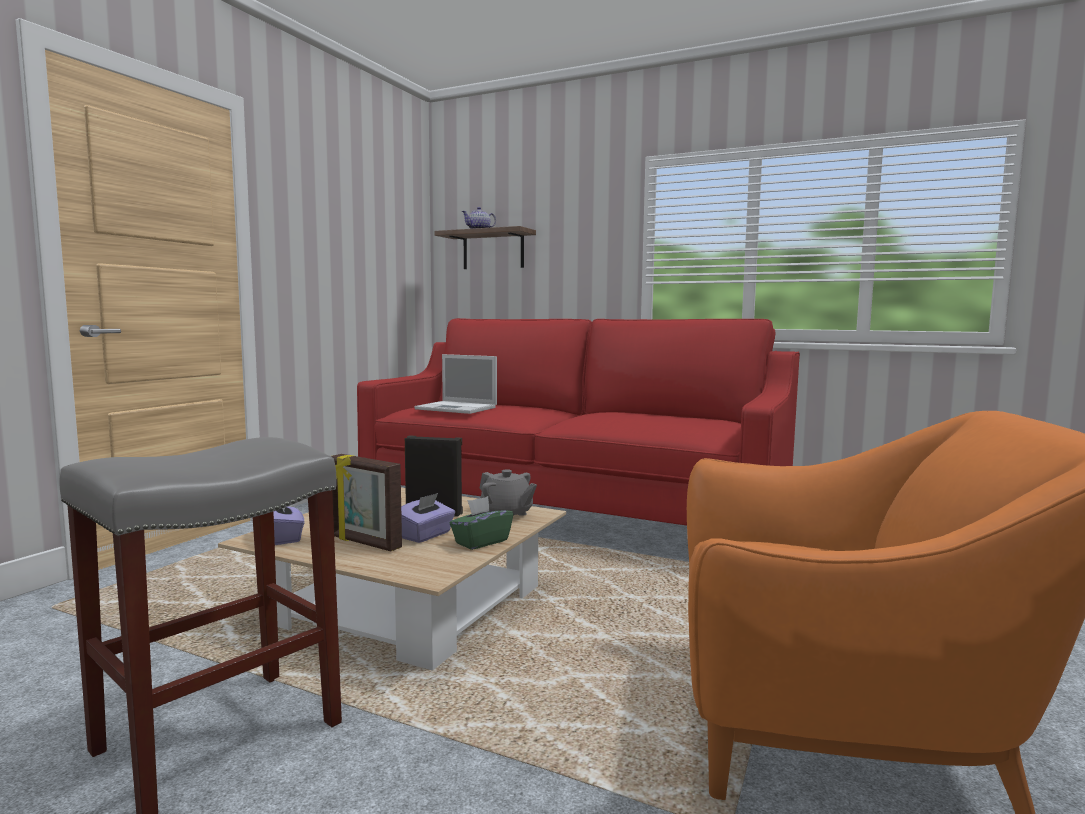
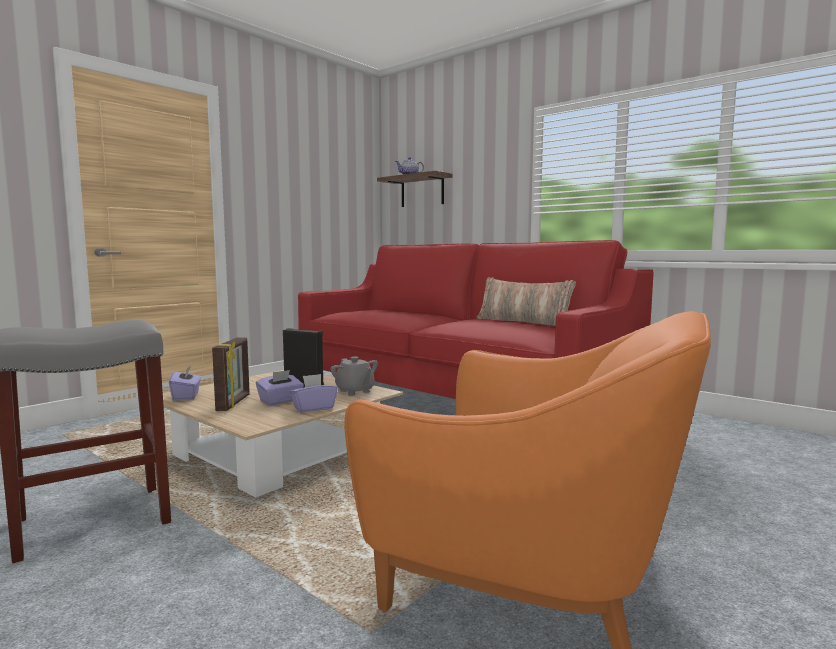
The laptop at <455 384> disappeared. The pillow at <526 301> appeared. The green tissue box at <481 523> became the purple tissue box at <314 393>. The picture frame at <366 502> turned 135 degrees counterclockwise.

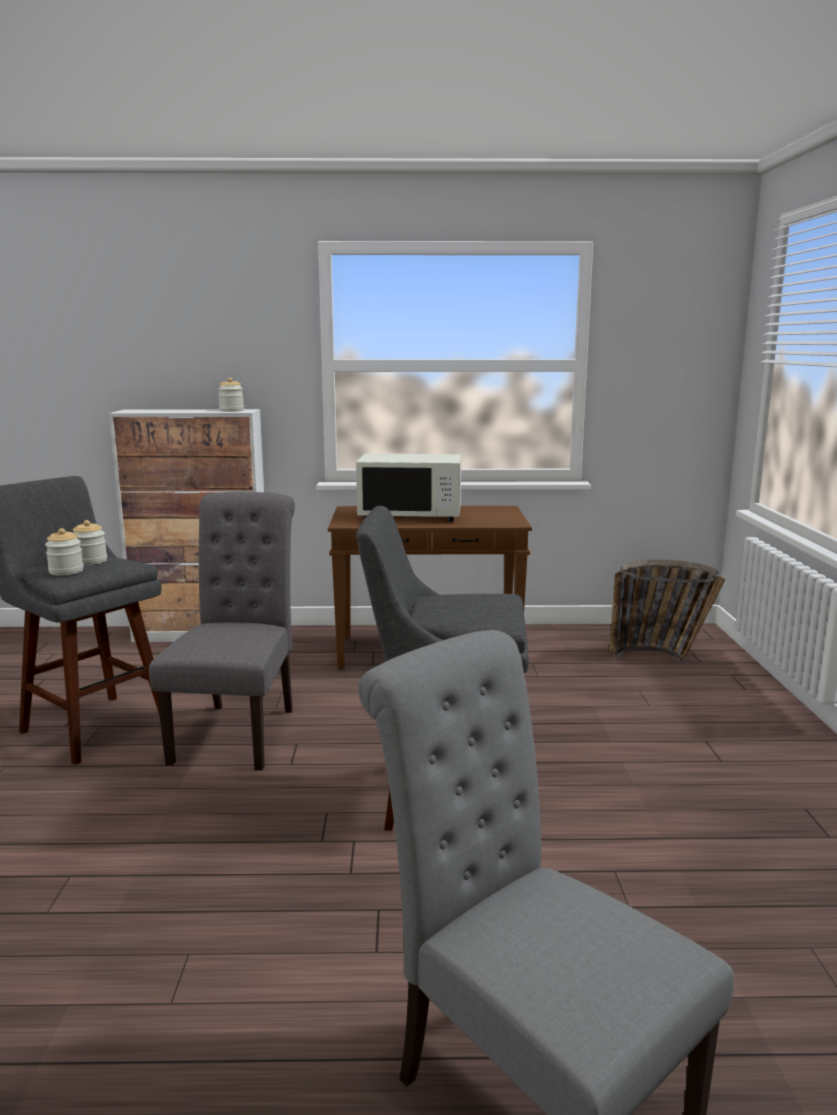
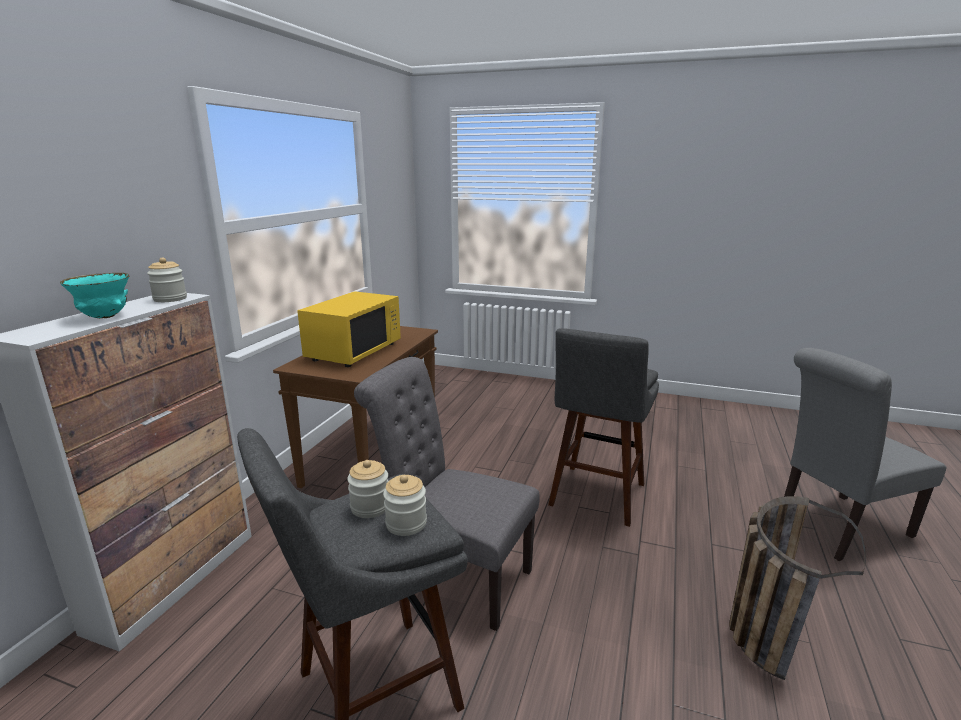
The turquoise bowl at <94 295> appeared. The basket moved from <667 611> to <797 588>. The white microwave at <408 487> became the yellow microwave at <349 329>.

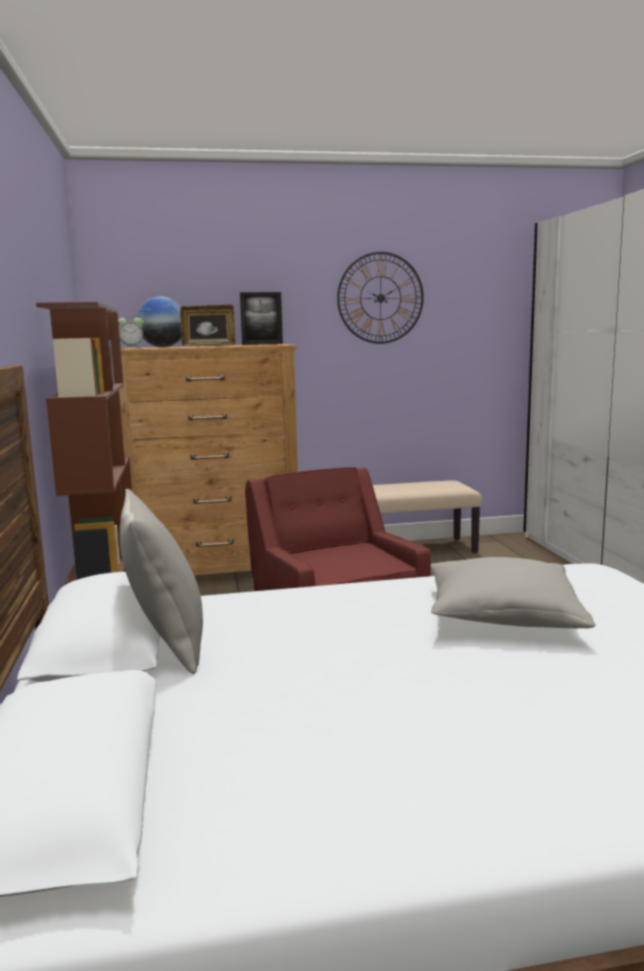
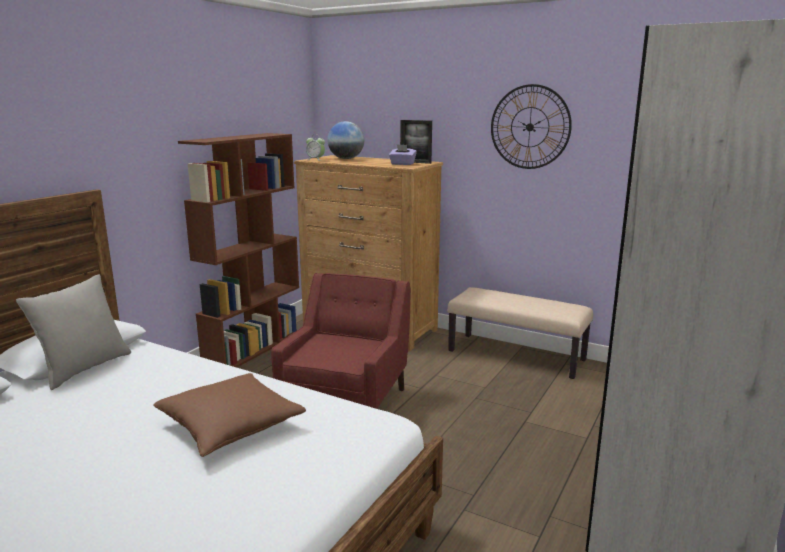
The picture frame at <208 326> disappeared. The purple tissue box at <403 154> appeared. The grey pillow at <512 592> became the brown pillow at <229 415>.

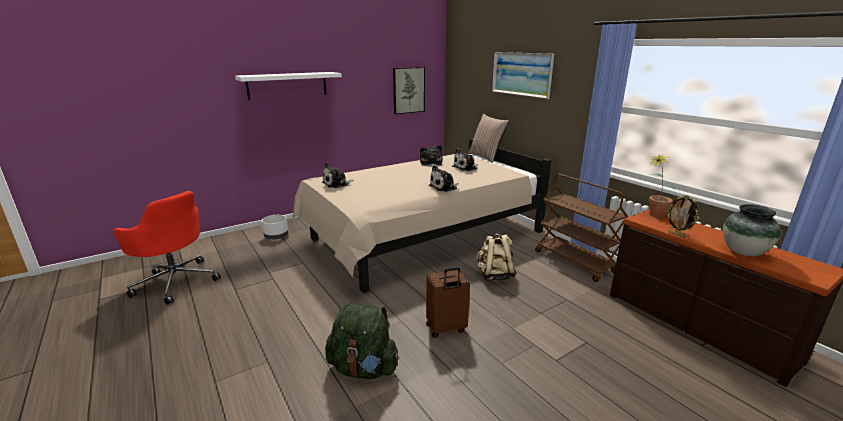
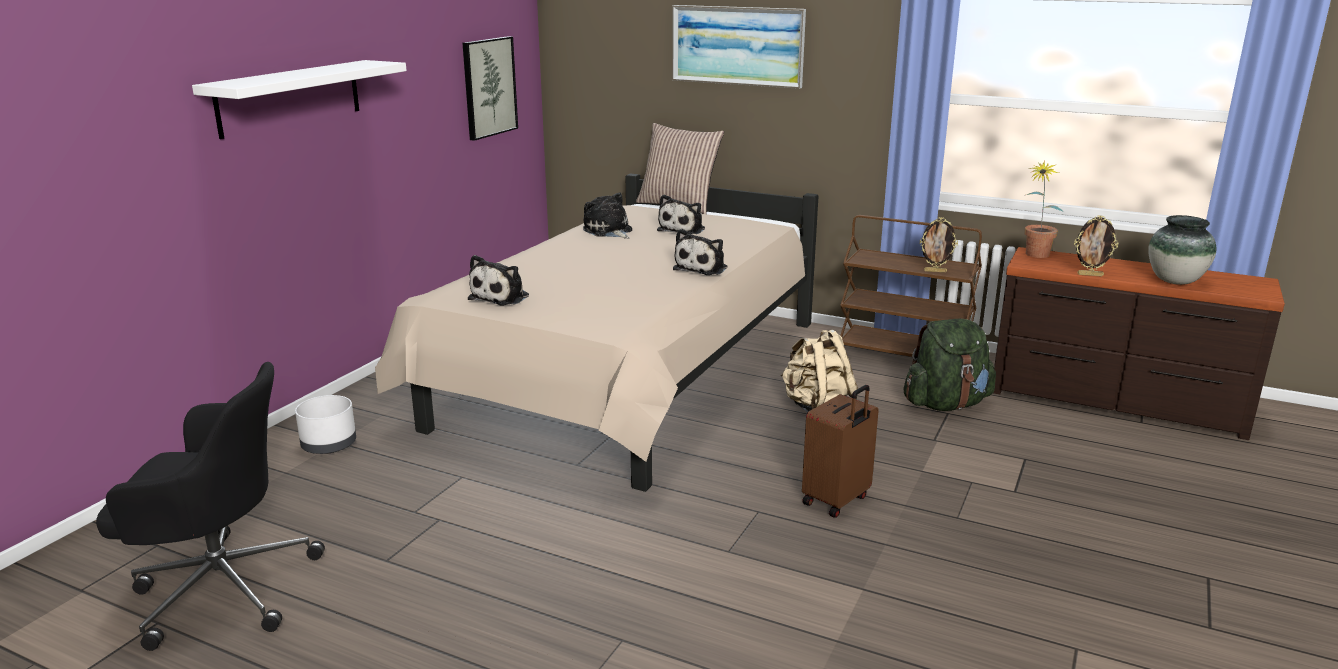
The picture frame at <938 245> appeared. The green backpack moved from <362 341> to <949 365>. The red office chair at <167 248> became the black office chair at <210 506>.

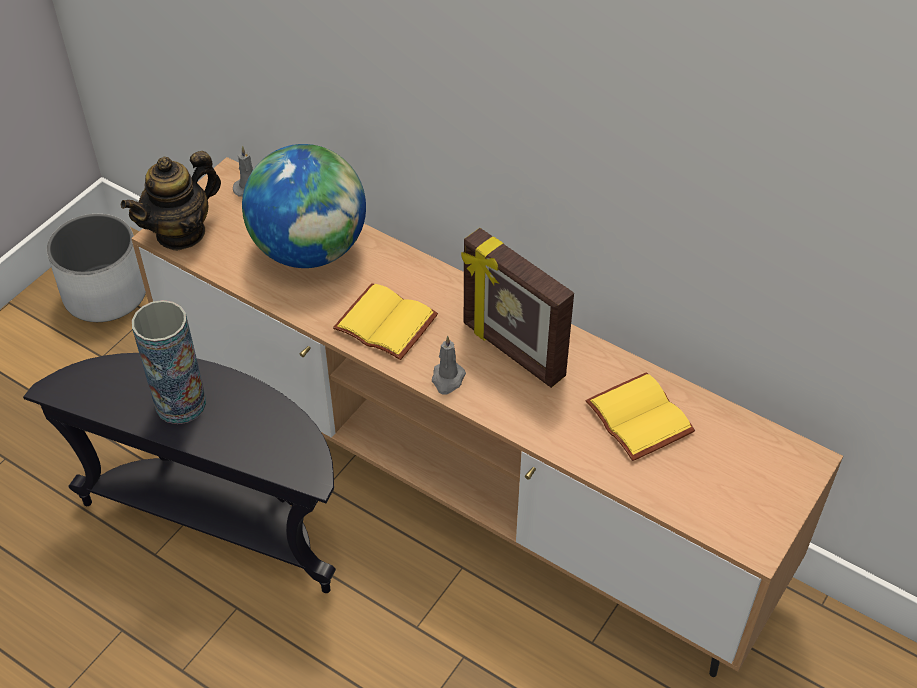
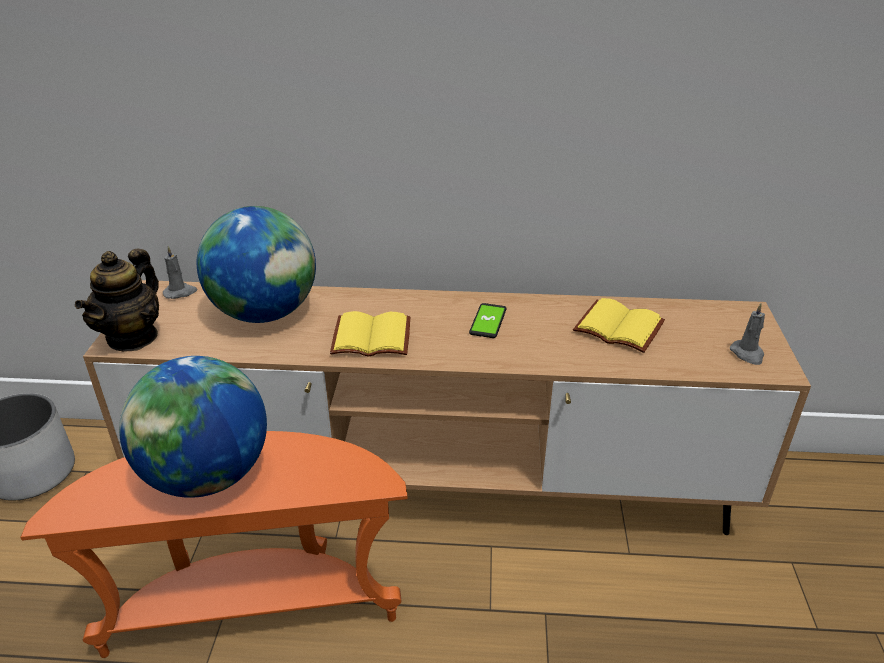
The grey candle moved from <449 365> to <747 334>. The vase at <169 362> was replaced by the globe at <193 427>. The picture frame at <517 308> was replaced by the phone at <487 320>. The black side table at <179 473> became the orange side table at <214 544>.

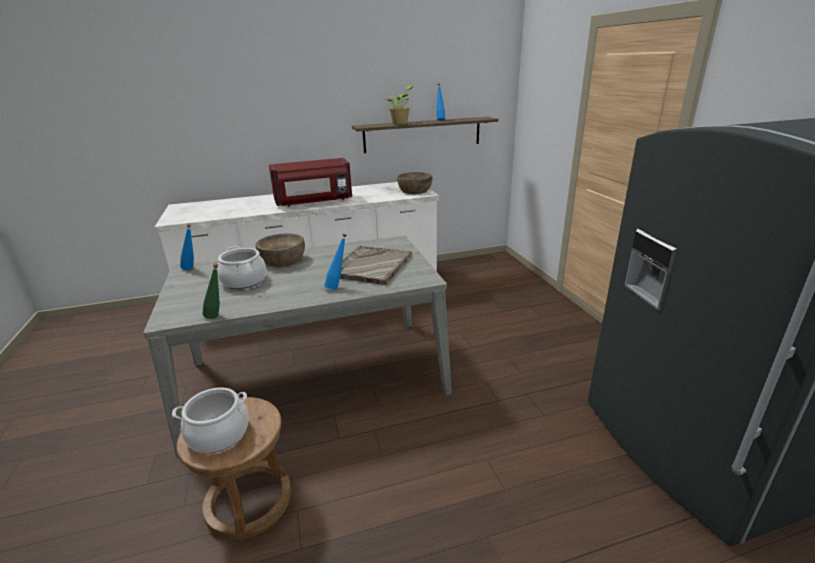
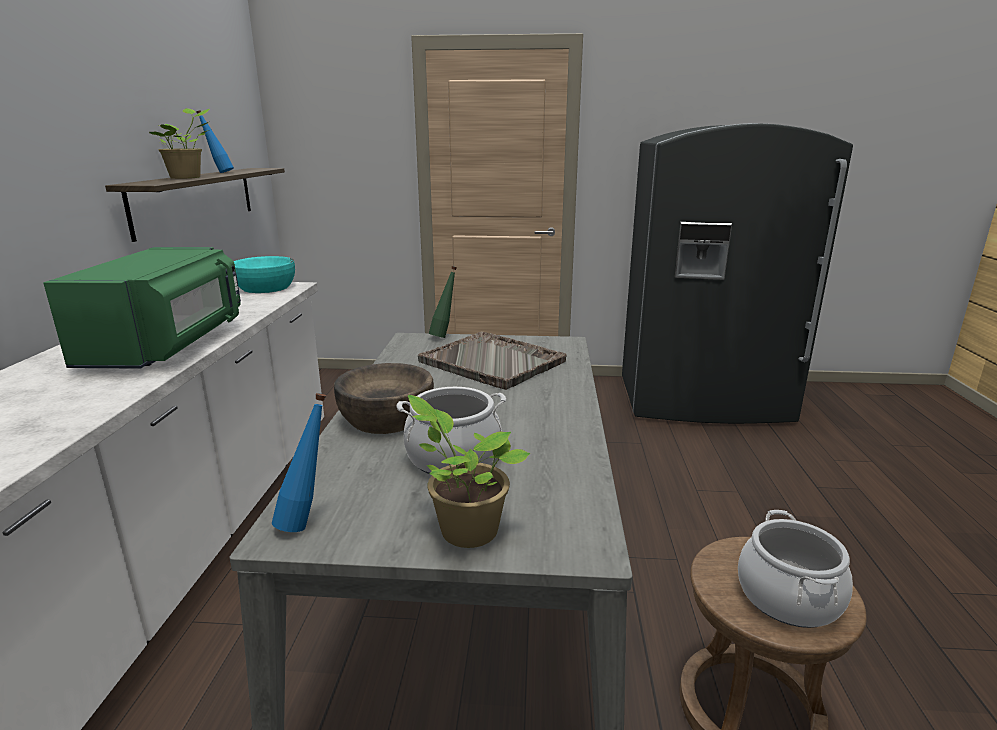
The blue bottle at <335 262> disappeared. The potted plant at <469 471> appeared. The green bottle moved from <211 291> to <443 302>. The red microwave at <310 182> became the green microwave at <142 308>. The brown bowl at <414 183> became the turquoise bowl at <264 274>.

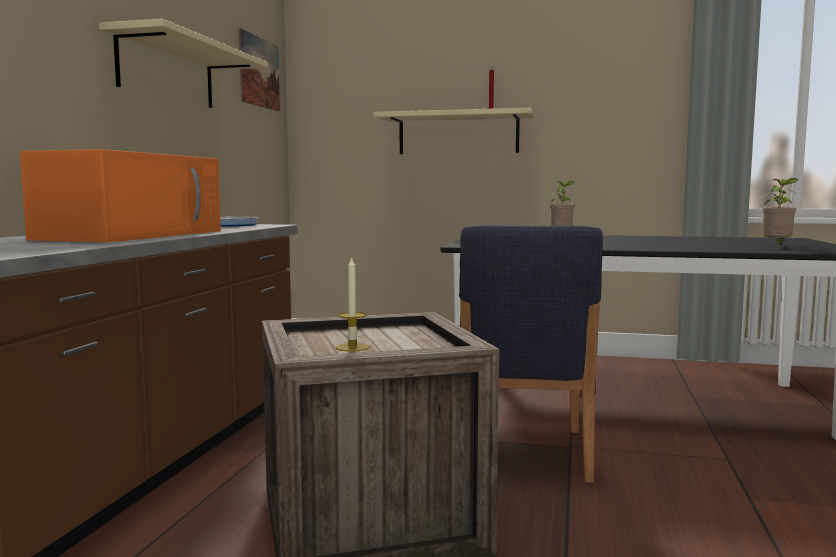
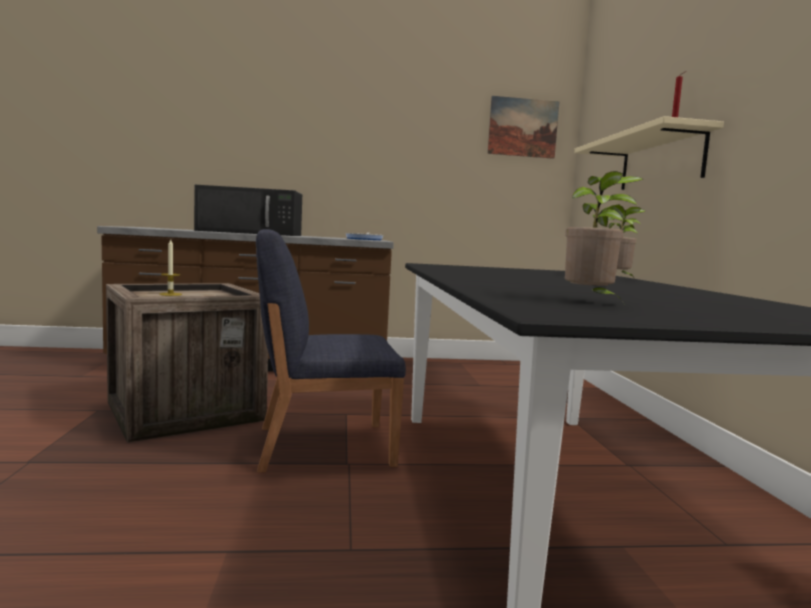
The beige shelf at <183 63> disappeared. The orange microwave at <120 195> became the black microwave at <248 210>.

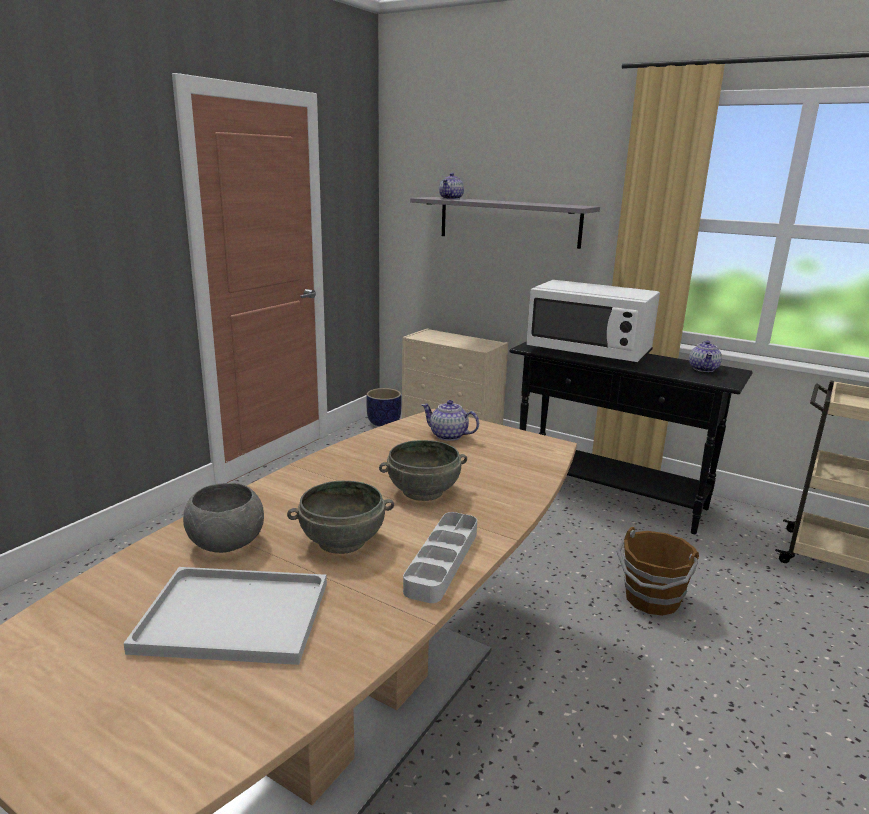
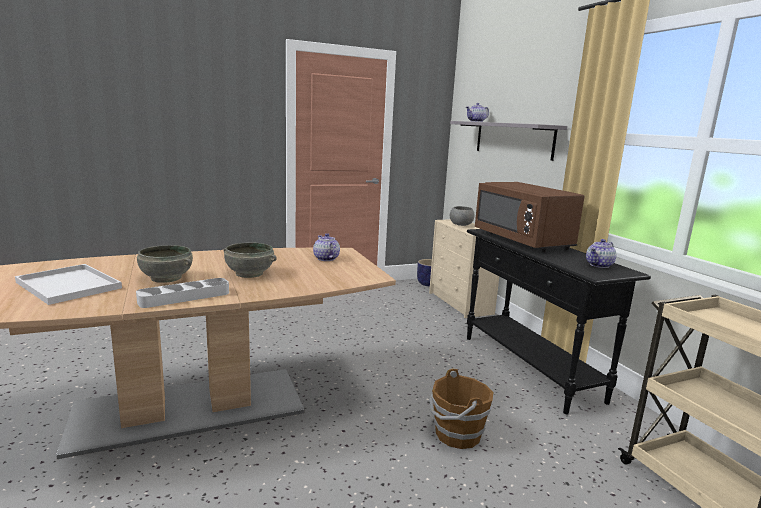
The grey bowl moved from <223 518> to <462 216>. The white microwave at <593 322> became the brown microwave at <529 217>.

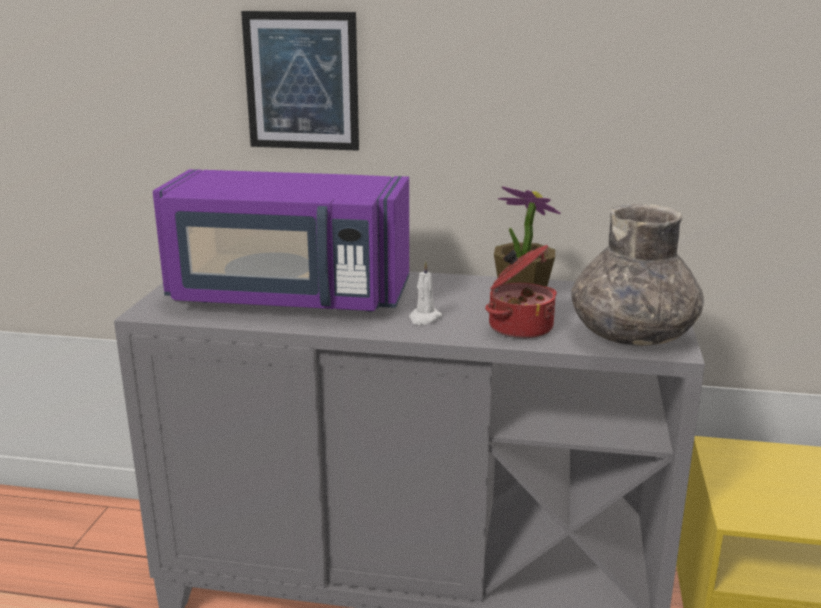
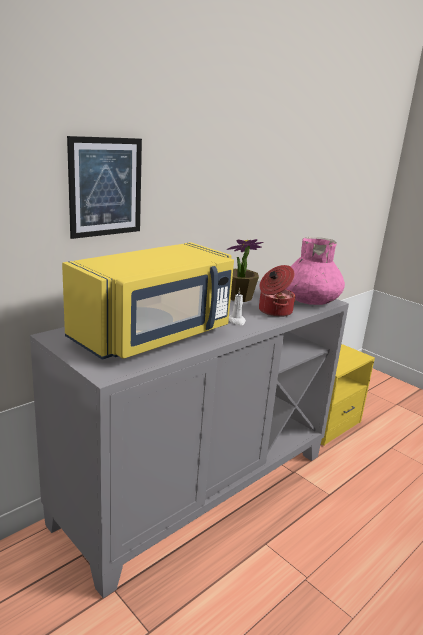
The purple microwave at <281 240> became the yellow microwave at <148 301>. The grey vase at <637 275> became the pink vase at <315 271>.

